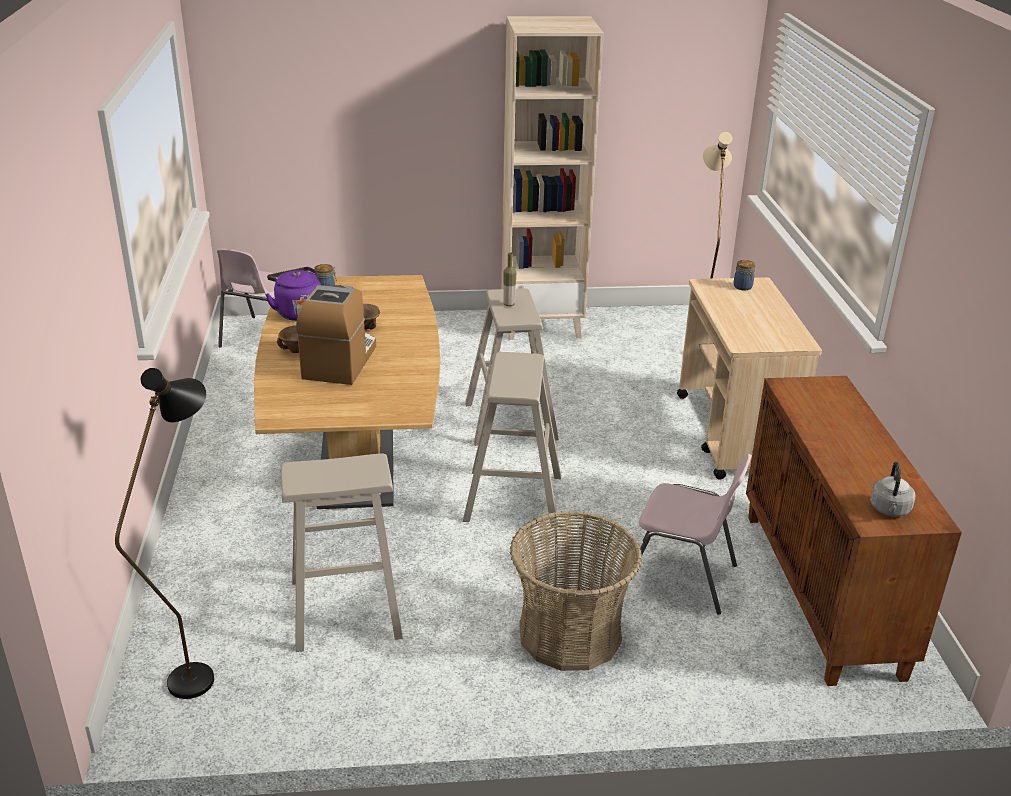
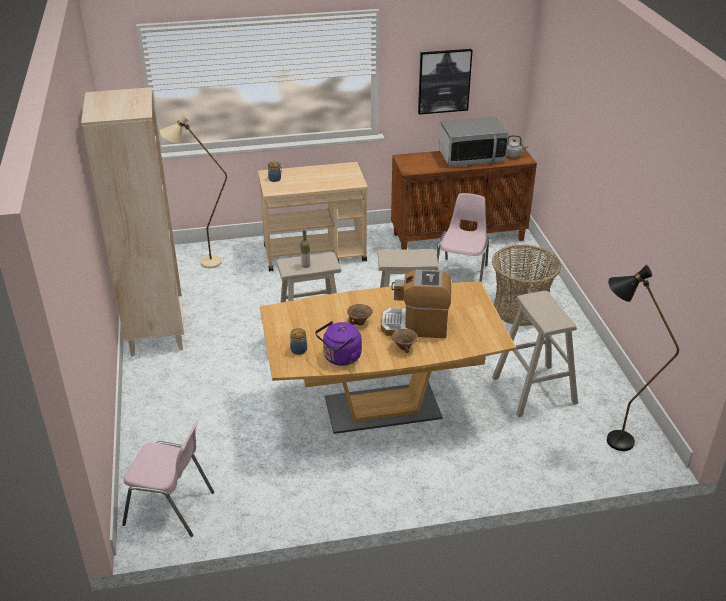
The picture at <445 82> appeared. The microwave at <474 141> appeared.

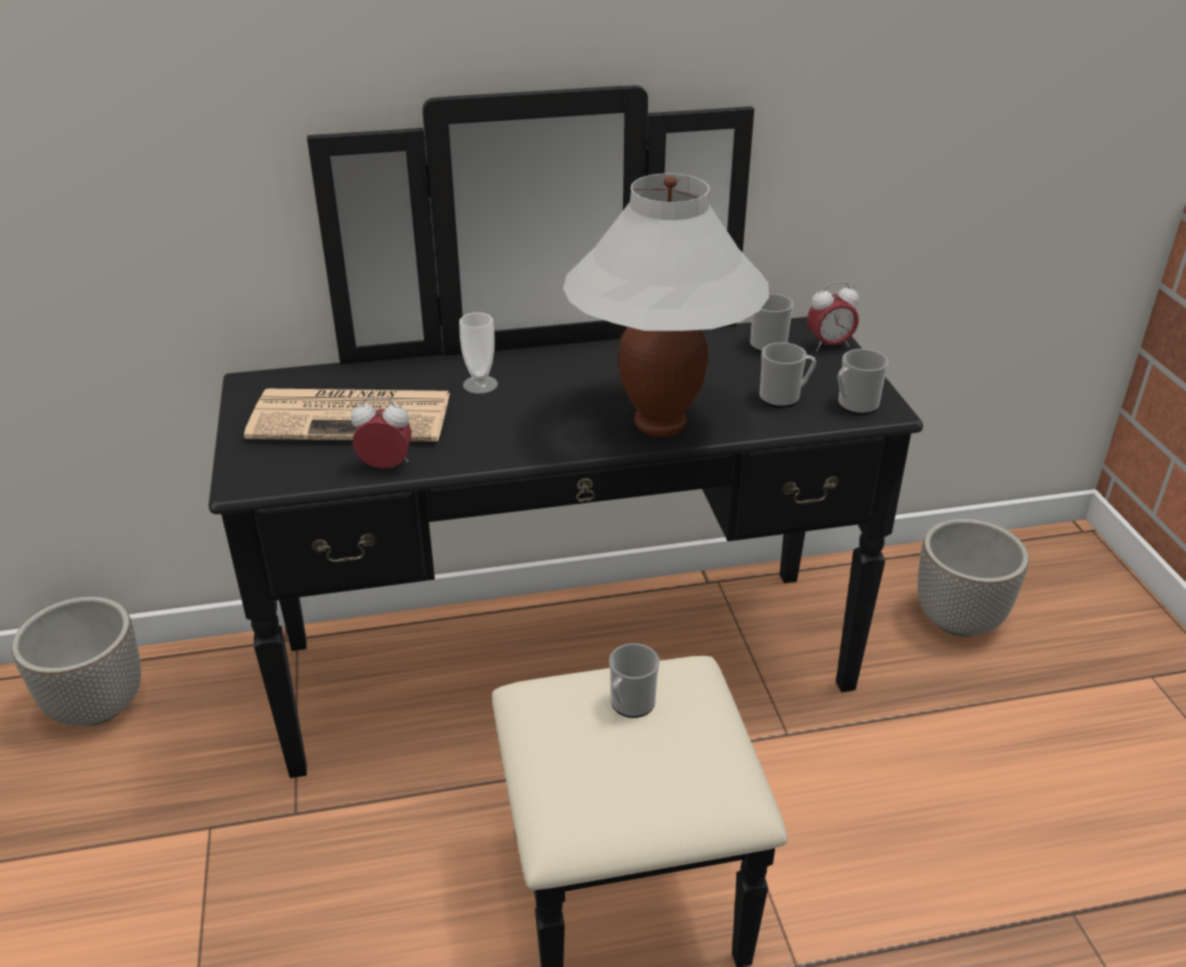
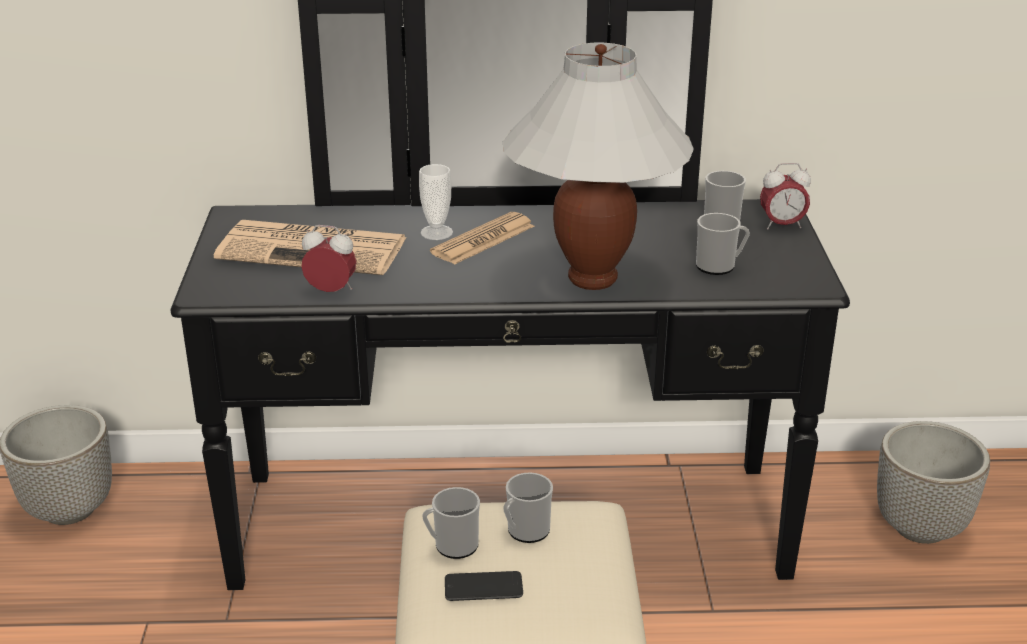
The newspaper at <482 238> appeared. The phone at <484 586> appeared. The mug moved from <863 382> to <451 523>.

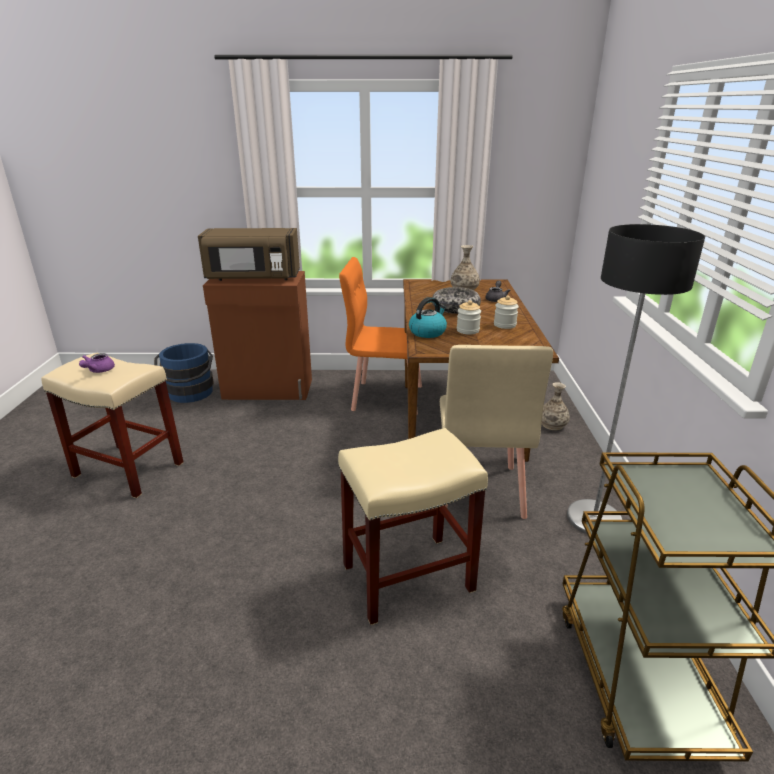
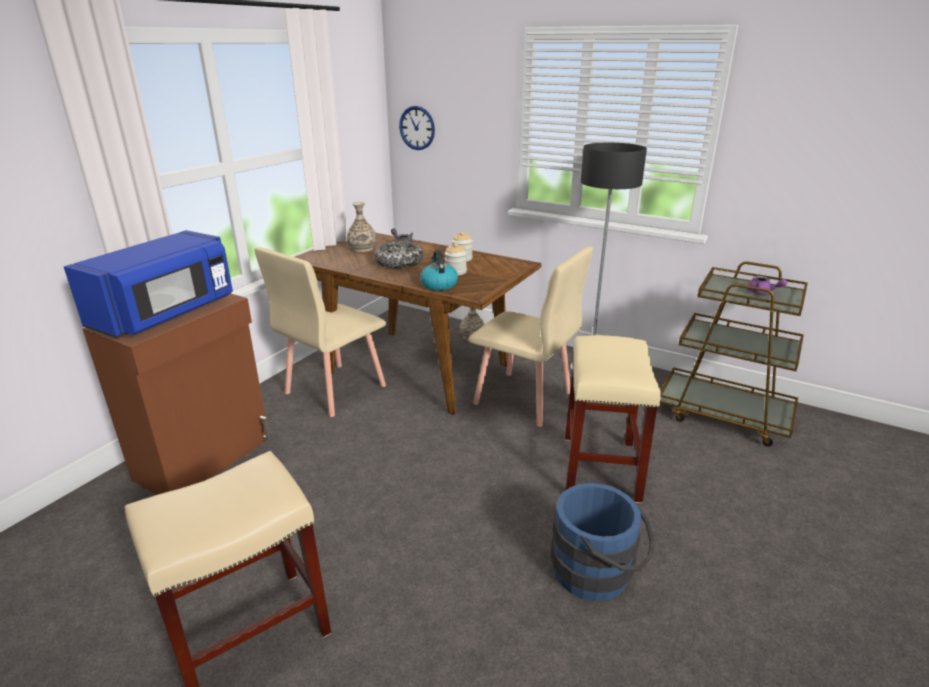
The wall clock at <417 128> appeared. The purple teapot moved from <97 363> to <767 285>. The blue bucket moved from <184 373> to <602 542>. The brown microwave at <249 254> became the blue microwave at <148 284>. The orange chair at <380 336> became the beige chair at <320 332>.

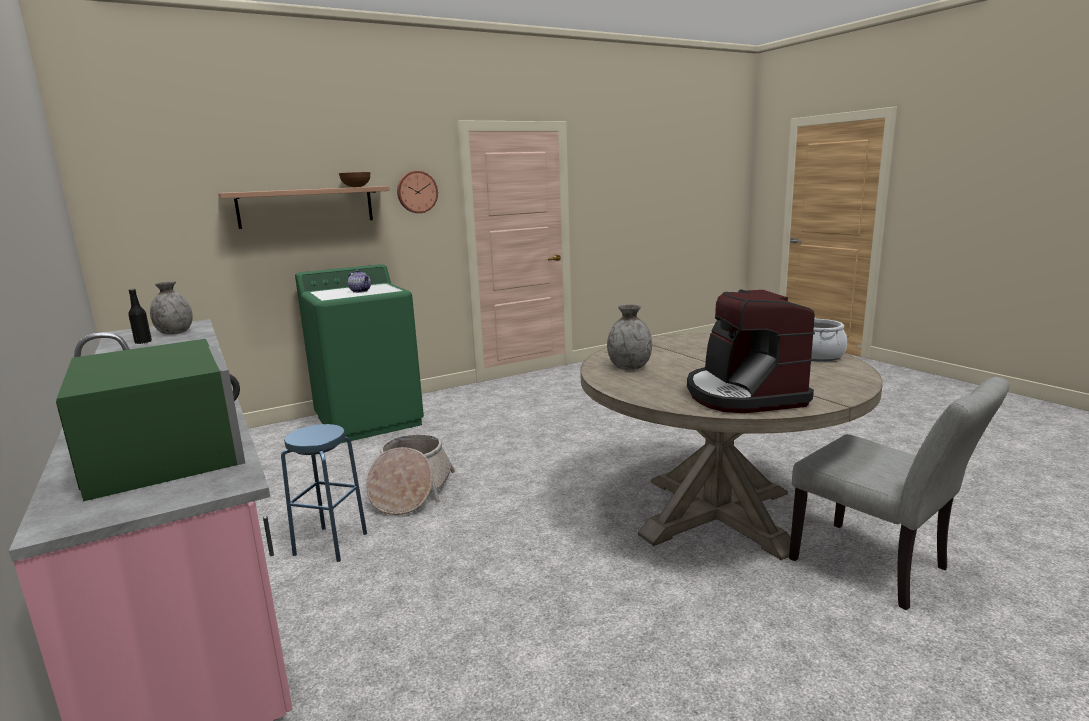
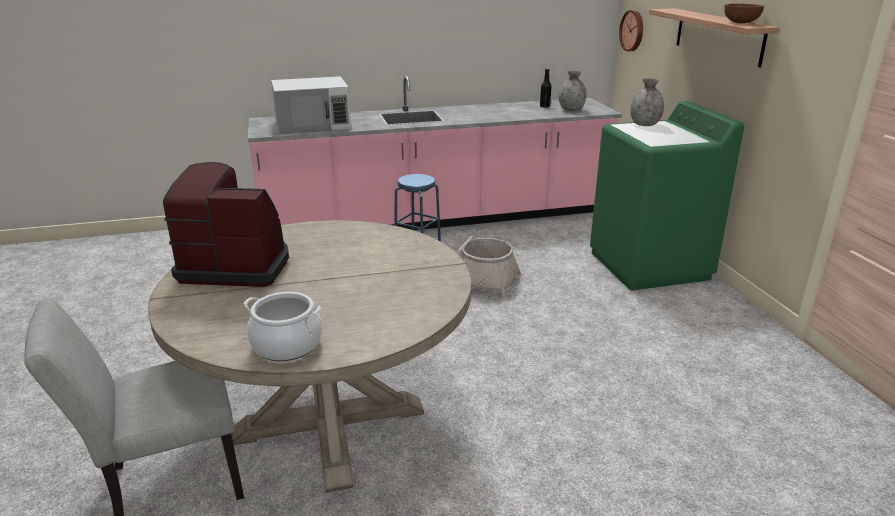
The teapot at <359 281> disappeared. The wall clock moved from <417 192> to <631 30>. The grey vase moved from <629 337> to <647 102>. The green microwave at <150 420> became the white microwave at <311 105>.

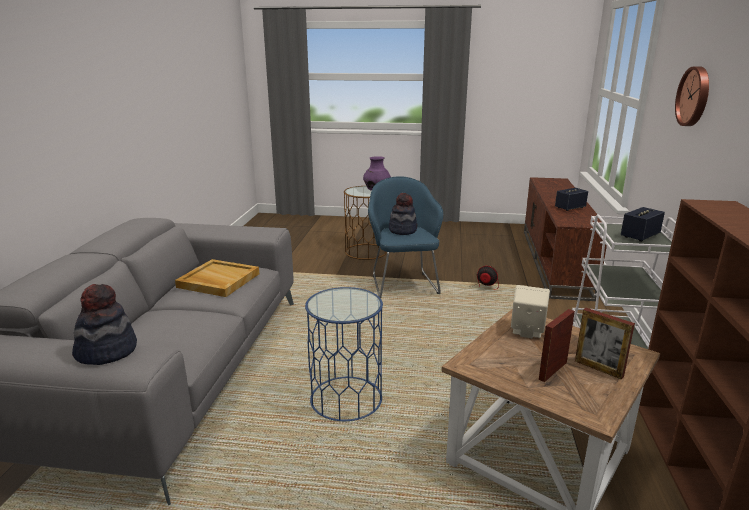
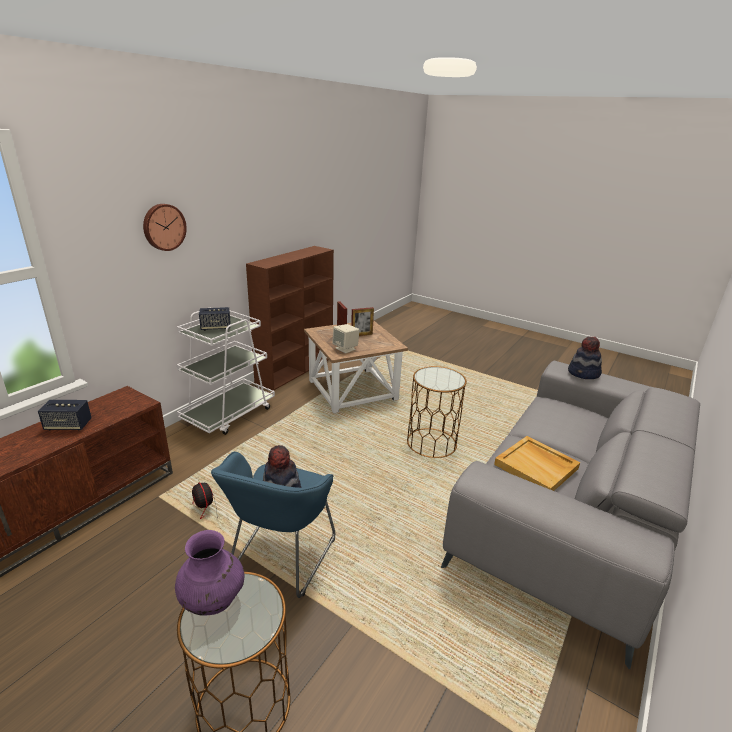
The blue side table at <344 354> became the brown side table at <437 412>.

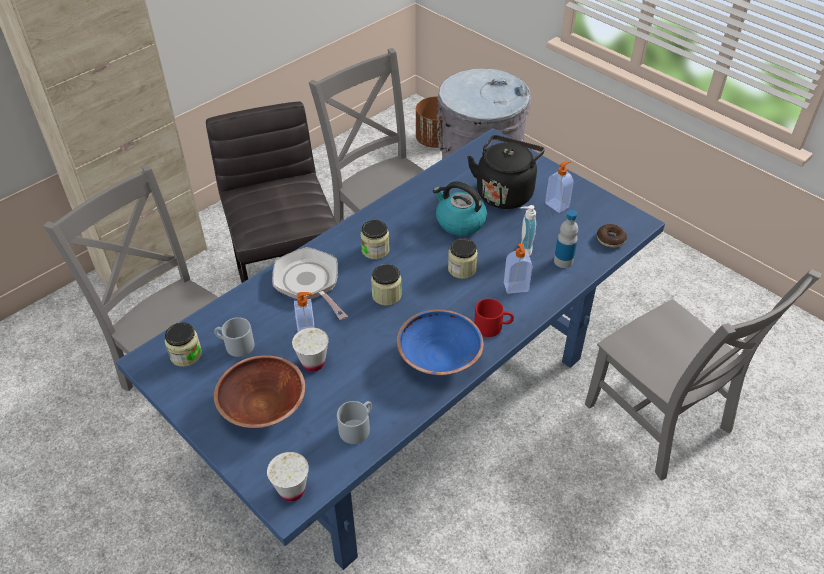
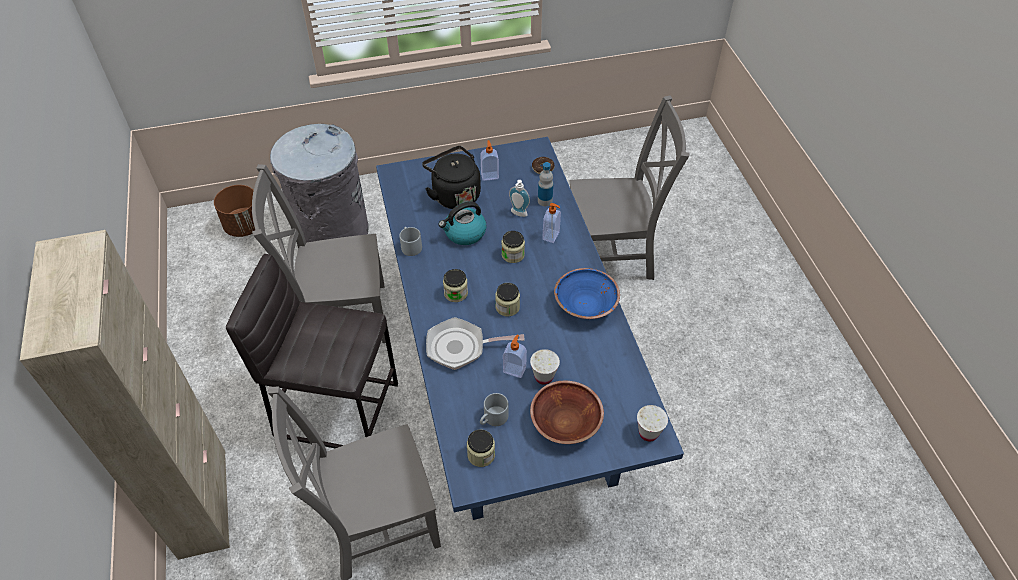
The red mug at <494 317> disappeared. The grey mug moved from <354 422> to <410 241>.

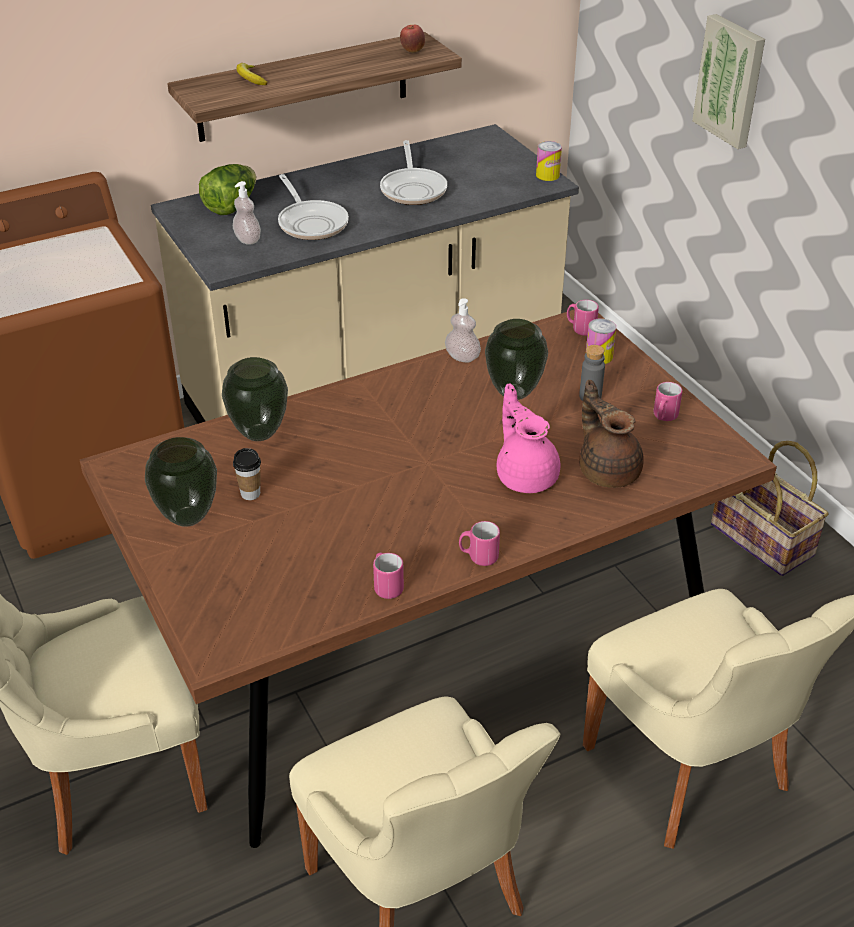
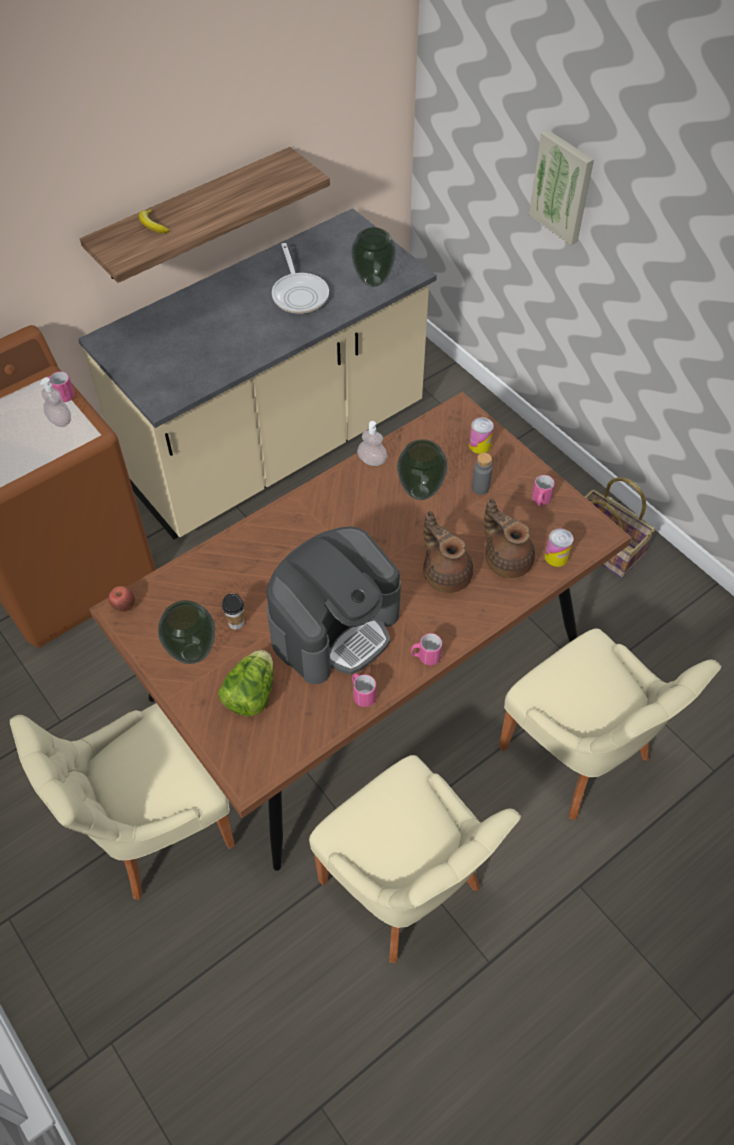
The frying pan at <313 207> disappeared. The coffee machine at <333 605> appeared. The lettuce moved from <227 189> to <246 683>. The vase moved from <255 399> to <373 257>. The soap dispenser moved from <247 213> to <55 402>. The apple moved from <412 38> to <121 599>. The can moved from <549 161> to <558 547>. The pink mug moved from <583 318> to <60 386>. The pink teapot at <528 438> became the brown teapot at <448 552>.

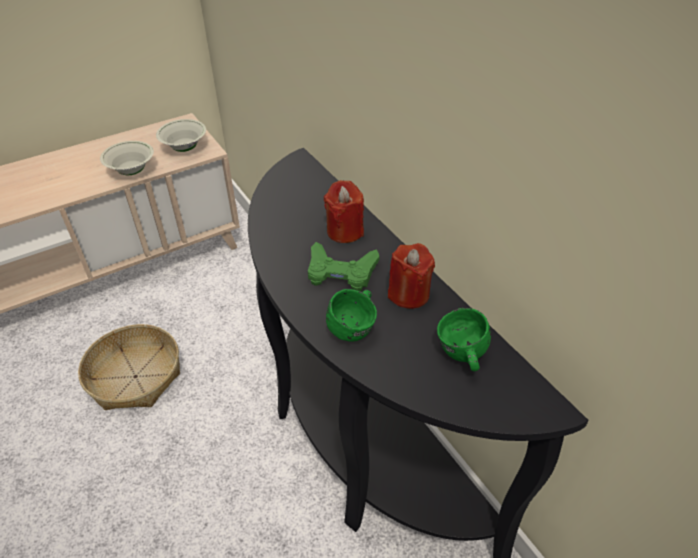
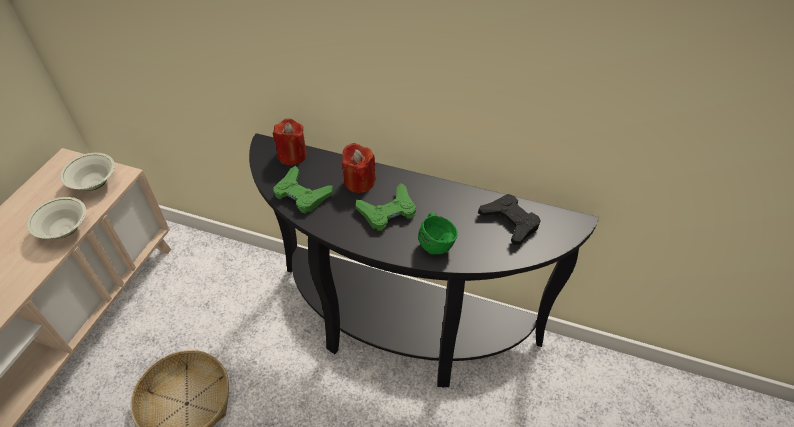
The green game controller at <303 189> appeared. The red candle moved from <411 276> to <290 141>. The green mug at <464 339> was replaced by the black game controller at <509 219>.

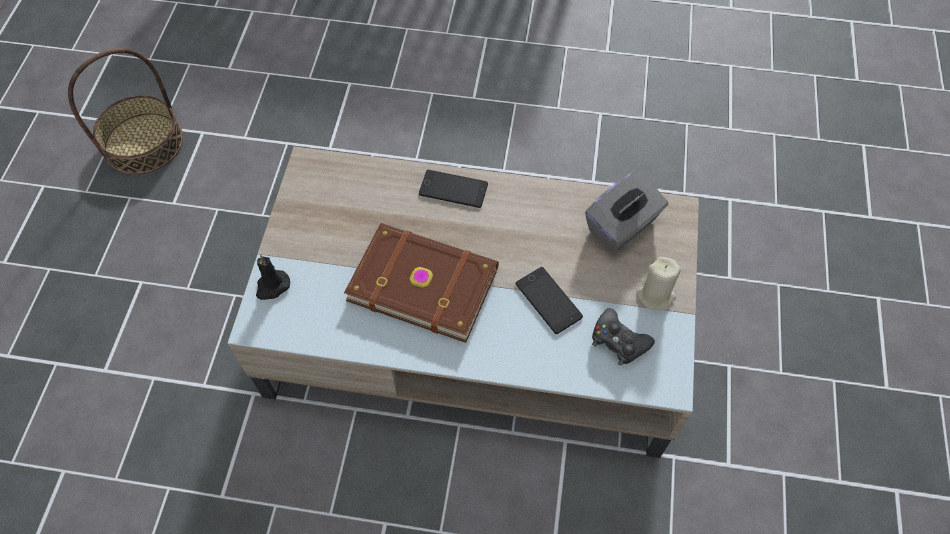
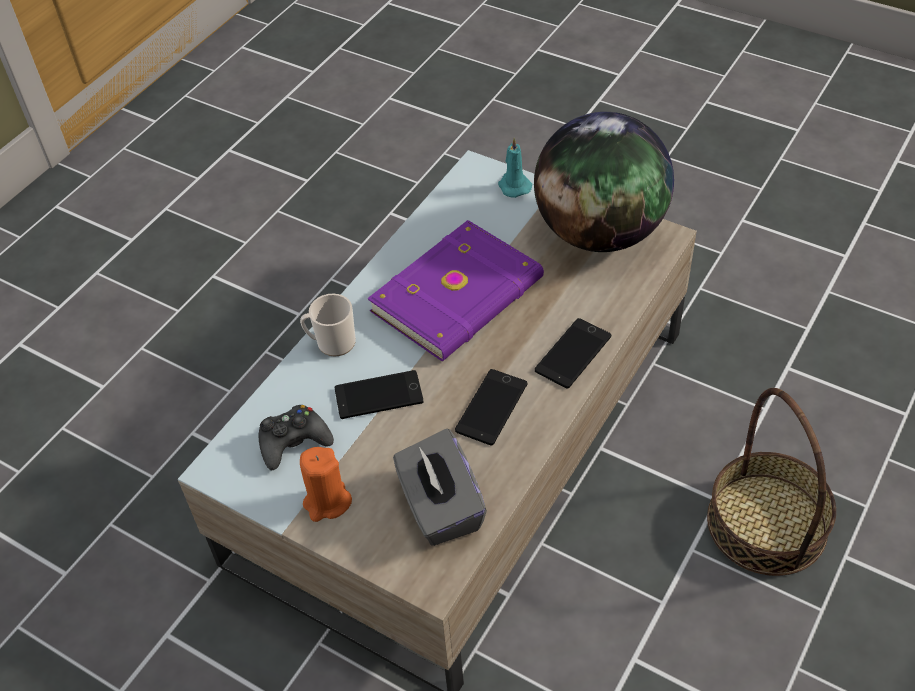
The mug at <328 325> appeared. The phone at <491 407> appeared. The globe at <604 182> appeared. The basket moved from <125 111> to <771 482>. The black candle at <273 277> became the turquoise candle at <515 167>. The brown book at <421 283> became the purple book at <456 291>. The beige candle at <659 283> became the orange candle at <326 484>.

